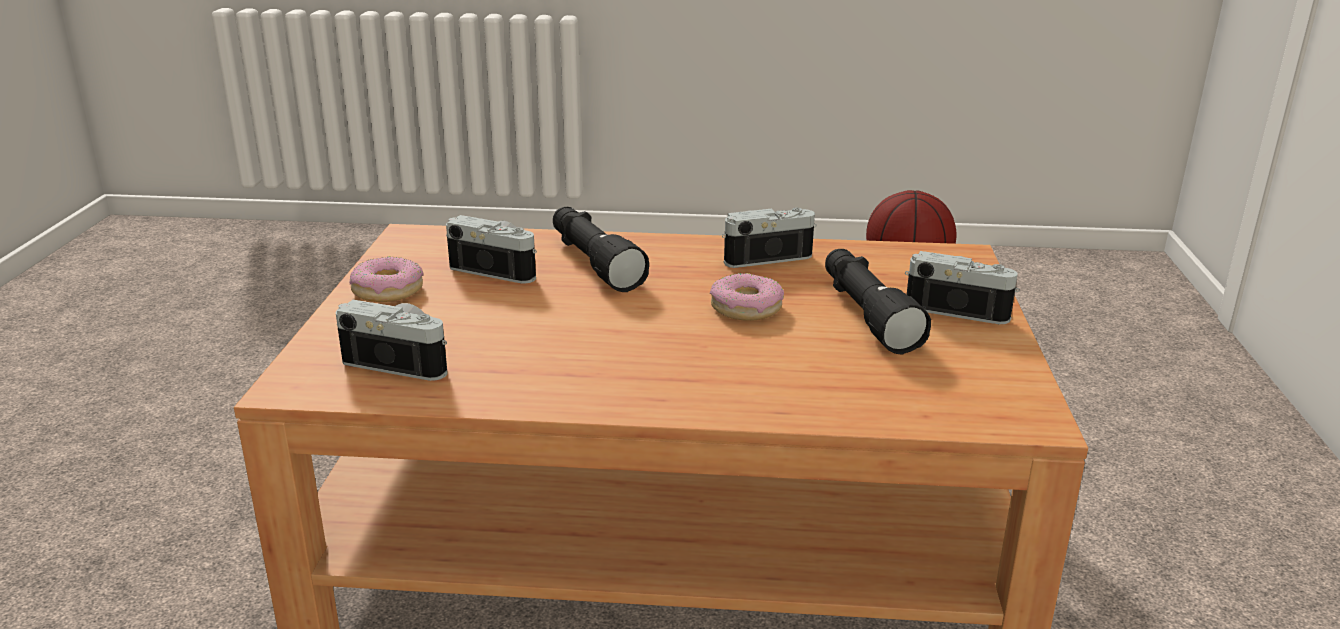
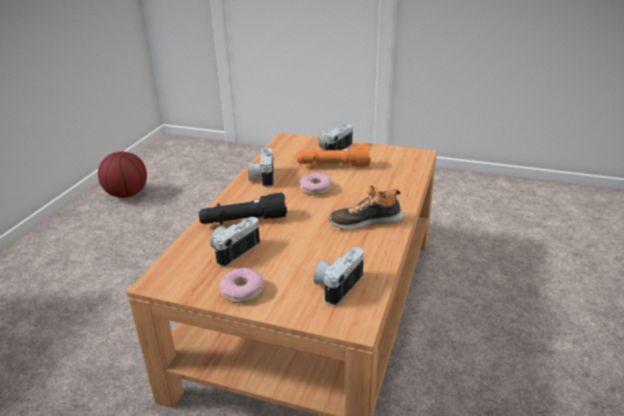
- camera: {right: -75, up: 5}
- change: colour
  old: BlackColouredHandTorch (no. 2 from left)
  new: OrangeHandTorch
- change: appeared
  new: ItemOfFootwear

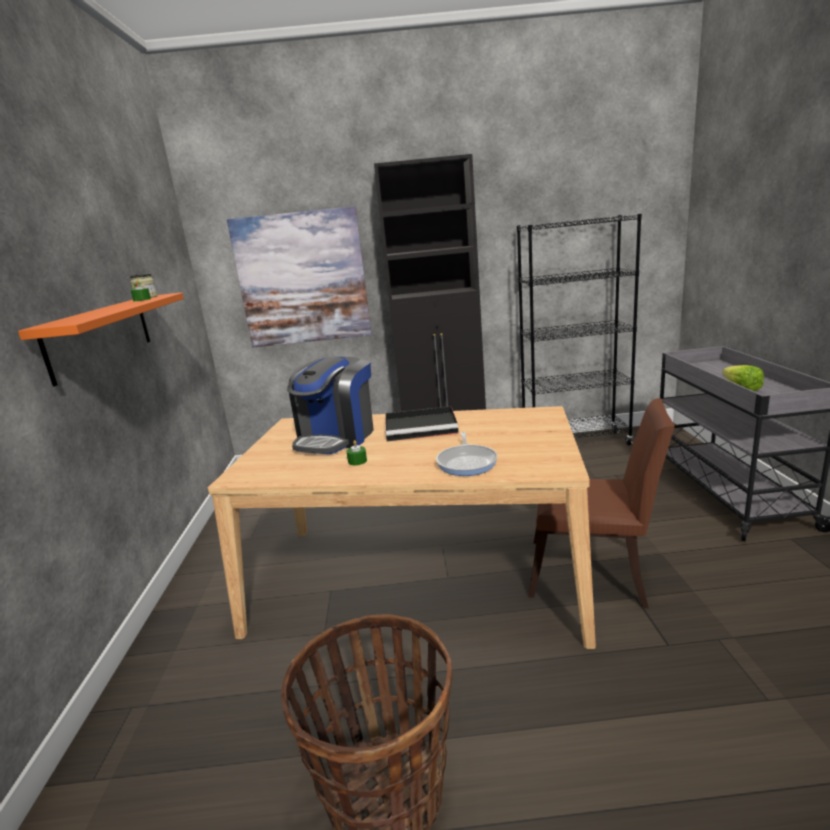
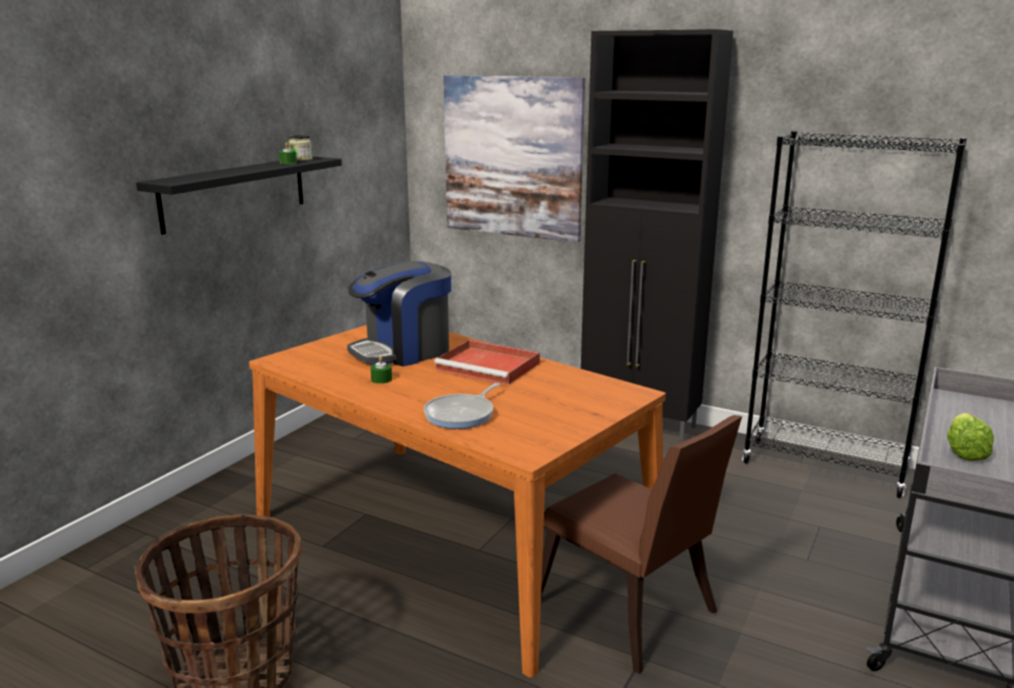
- camera: {right: 30, up: 0}
- change: colour
  old: OrangeBracketShelf
  new: BlackColouredBracketShelf
- change: colour
  old: BeigeKitchenTable
  new: OrangeKitchenTable
- change: colour
  old: BlackColouredServingTray
  new: RedServingTray

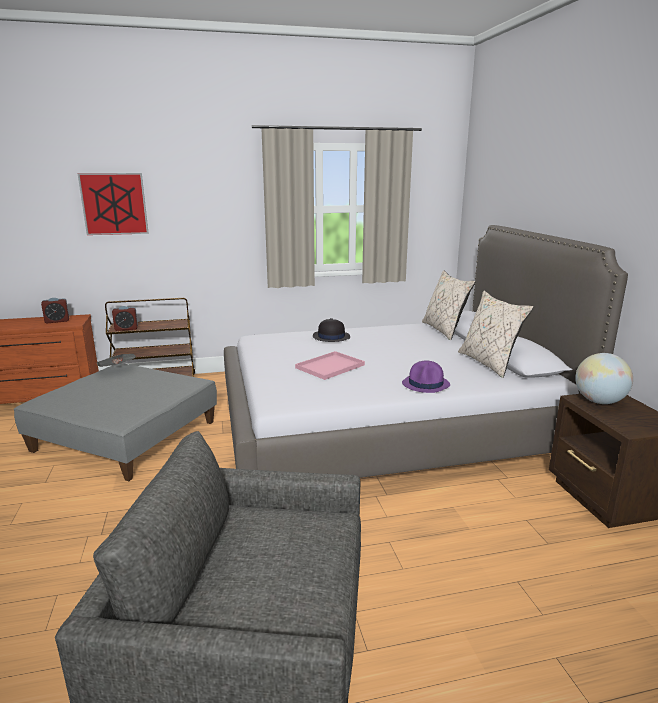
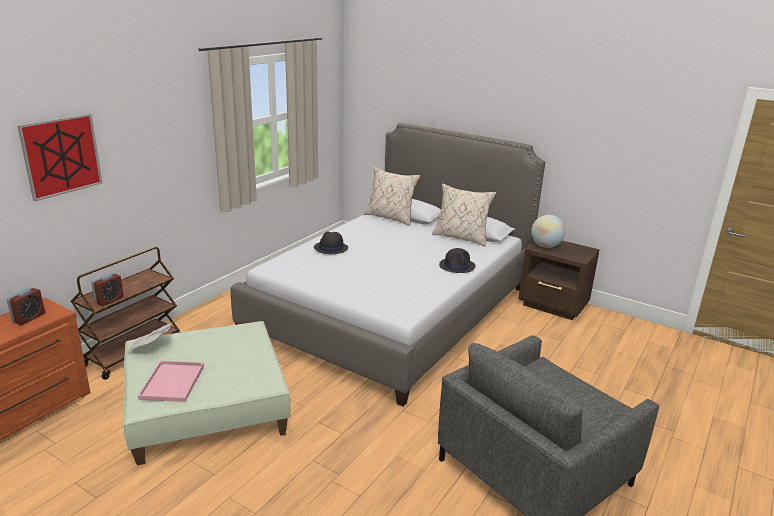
- camera: {right: -45, up: 5}
- change: colour
  old: GreyishPouffe
  new: GreenColouredPouffe
- change: relocated
  old: PinkishServingTray
- change: colour
  old: PurpleColouredWearableHat
  new: BlackColouredWearableHat (no. 2 from left)

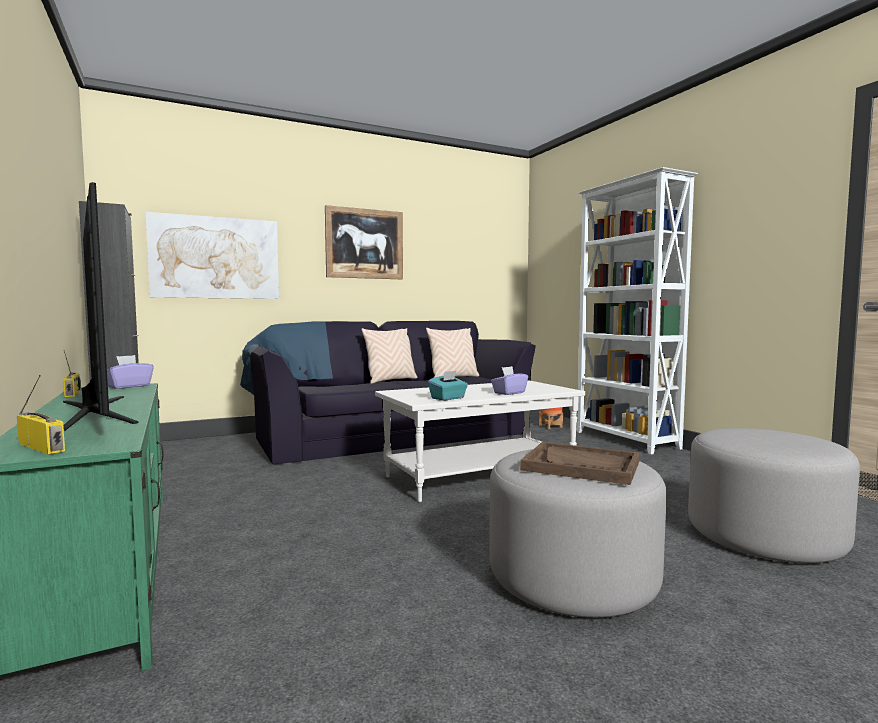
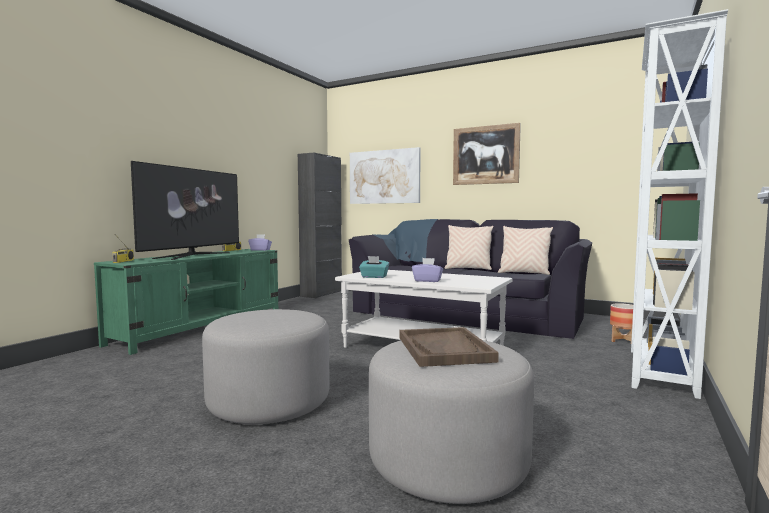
- camera: {right: 55, up: 0}
- change: relocated
  old: BrownServingTray

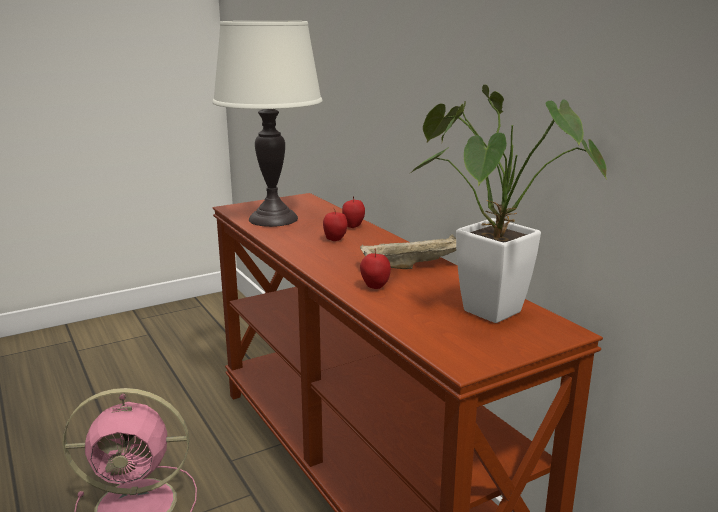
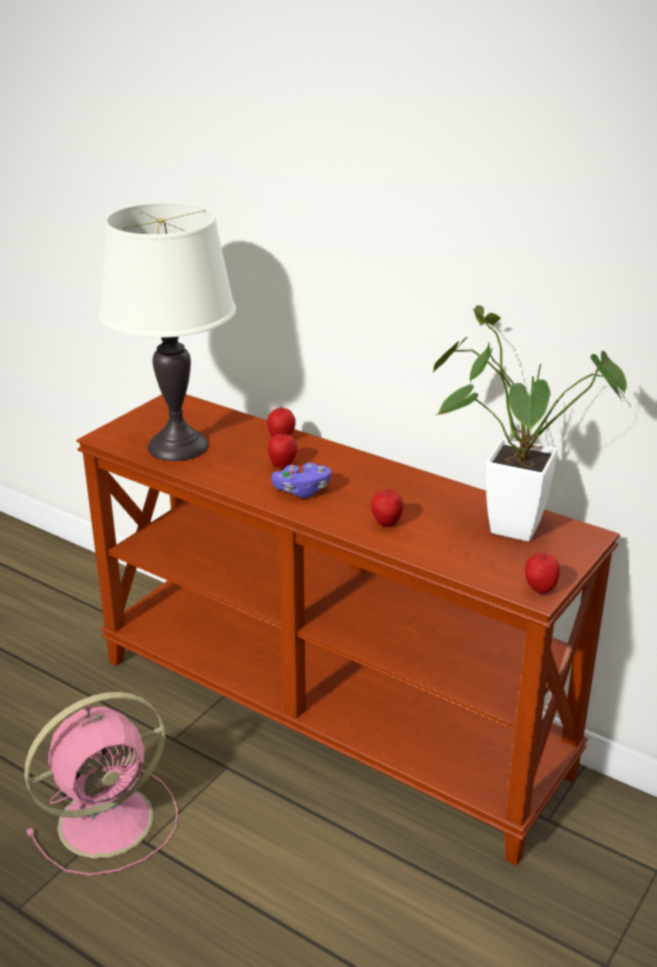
- camera: {right: -25, up: 10}
- change: appeared
  new: PurpleColouredGameController
- change: appeared
  new: Apple (no. 4 from left)
- change: missing
  old: BeigeServingTray

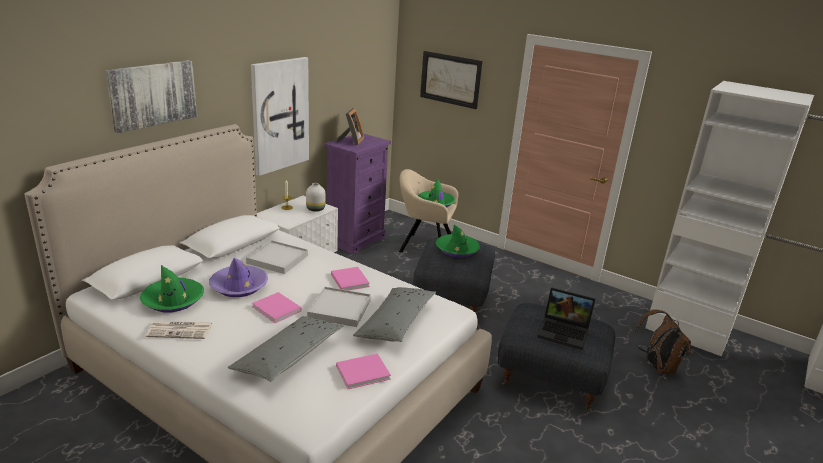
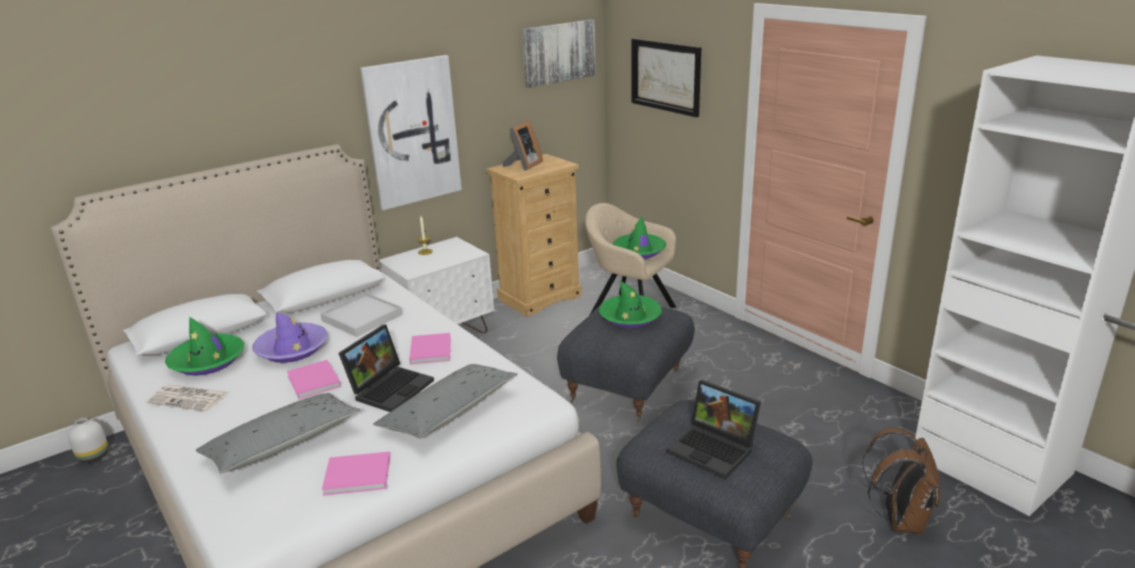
- camera: {right: 20, up: 0}
- change: relocated
  old: WhitishVase
- change: exchanged
  old: WhitishServingTray (no. 2 from left)
  new: PortableComputer (no. 1 from left)
- change: colour
  old: PurpleColouredChestOfDrawers
  new: BeigeChestOfDrawers
- change: relocated
  old: WallPicture (no. 1 from left in the first image)
  new: WallPicture (no. 2 from left)

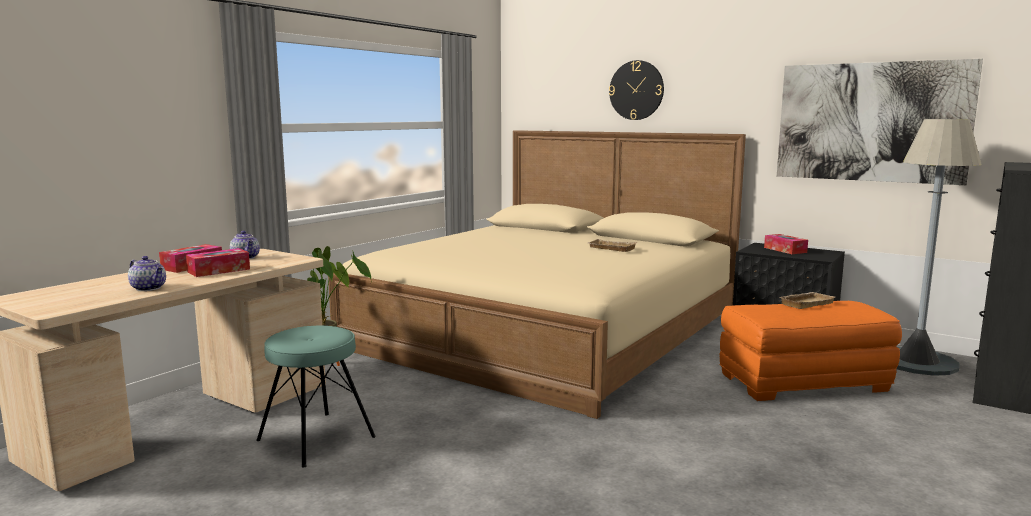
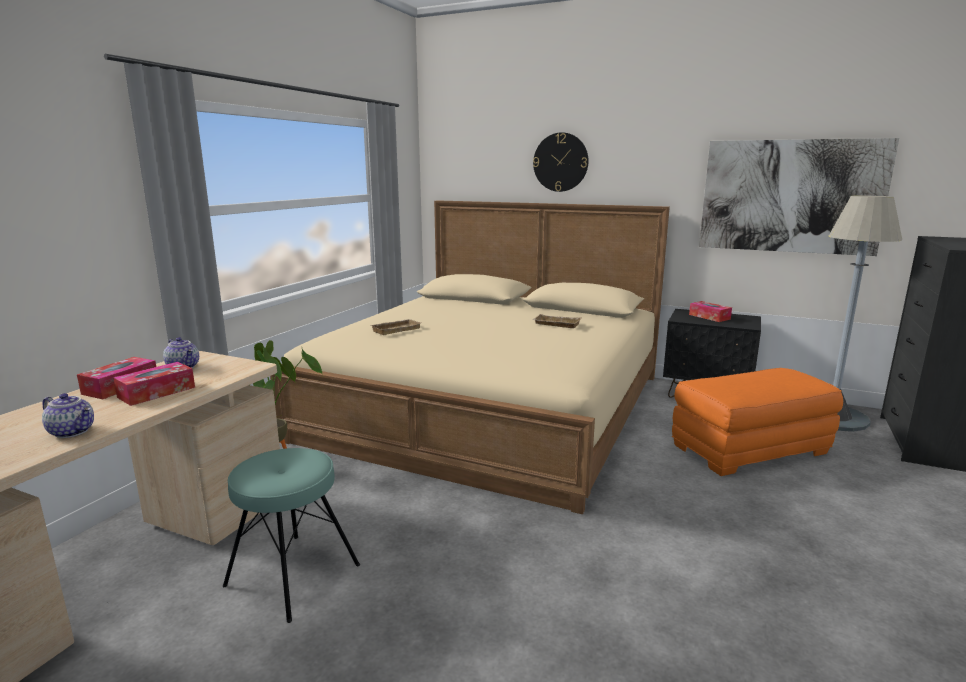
- camera: {right: -10, up: 5}
- change: relocated
  old: BeigeServingTray (no. 2 from left in the first image)
  new: BeigeServingTray (no. 1 from left)

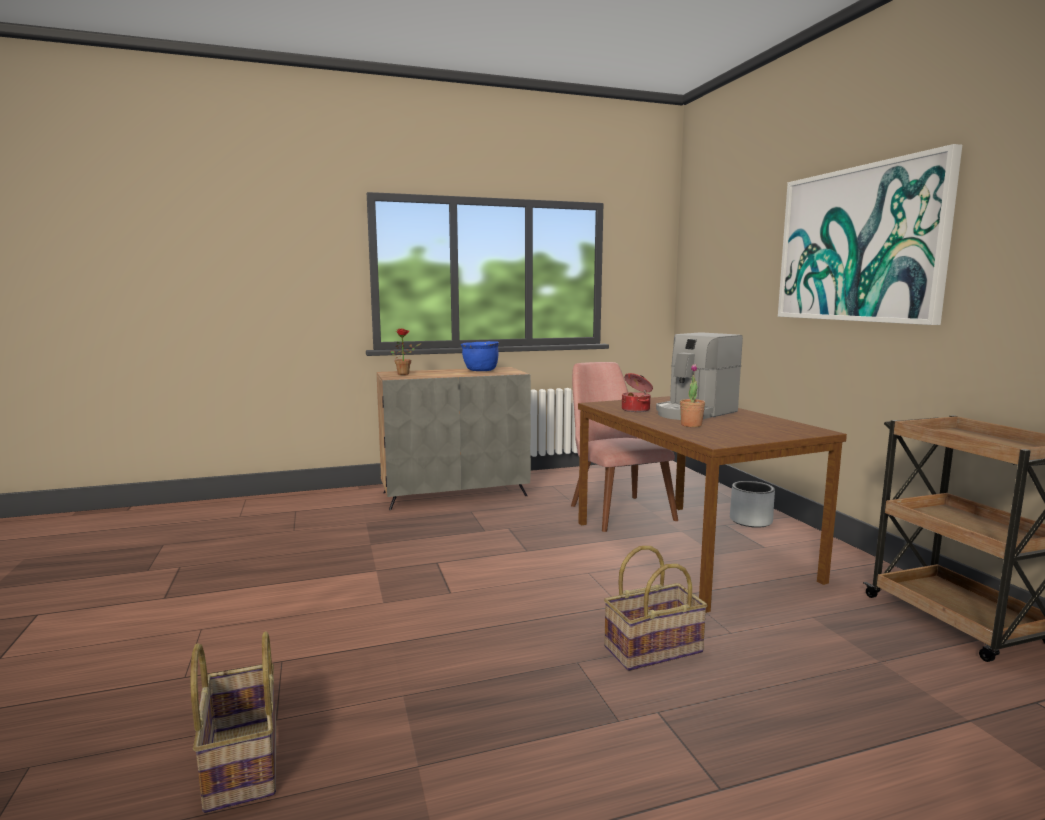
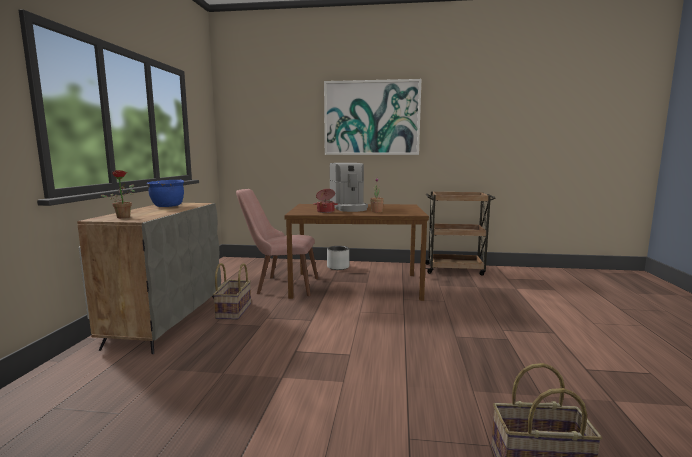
- camera: {right: -65, up: 0}
- change: relocated
  old: StorageBasket (no. 2 from left in the first image)
  new: StorageBasket (no. 1 from left)

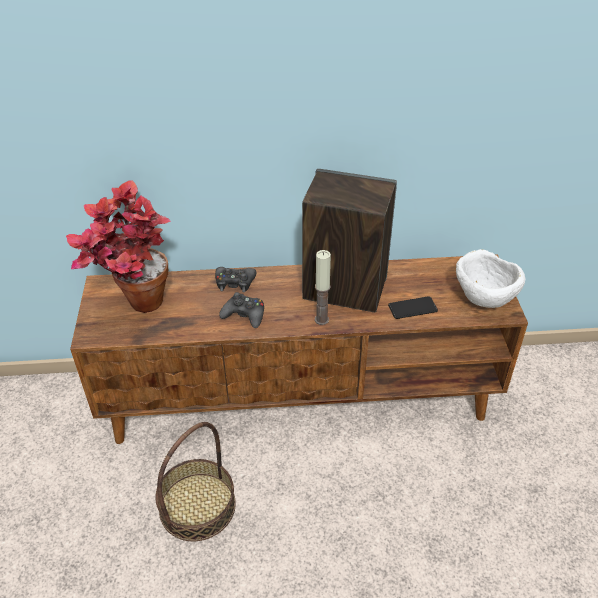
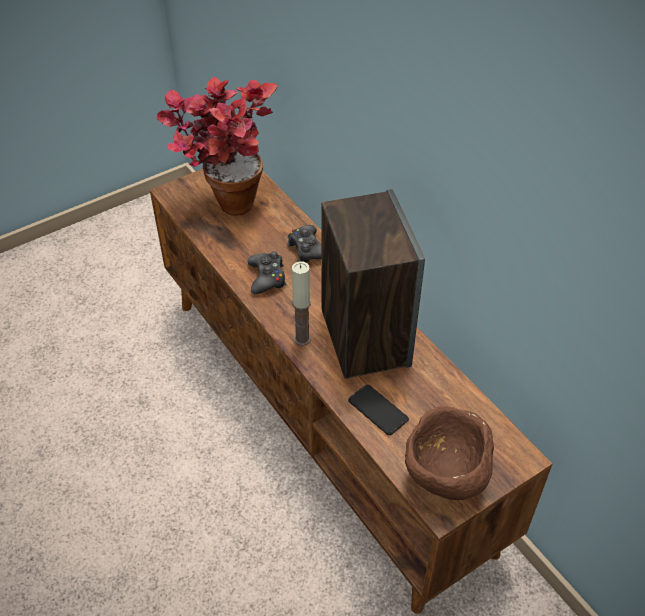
- camera: {right: 60, up: 5}
- change: colour
  old: WhitishServingBowl
  new: BrownServingBowl
- change: missing
  old: StorageBasket

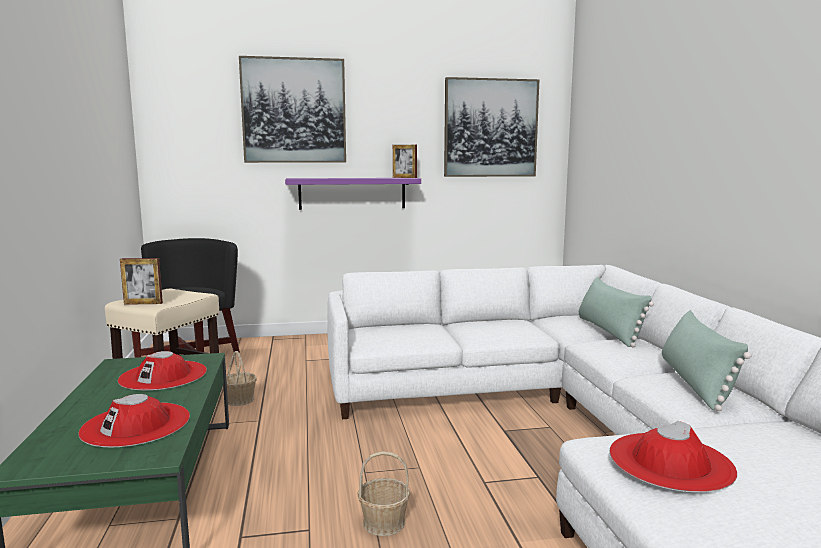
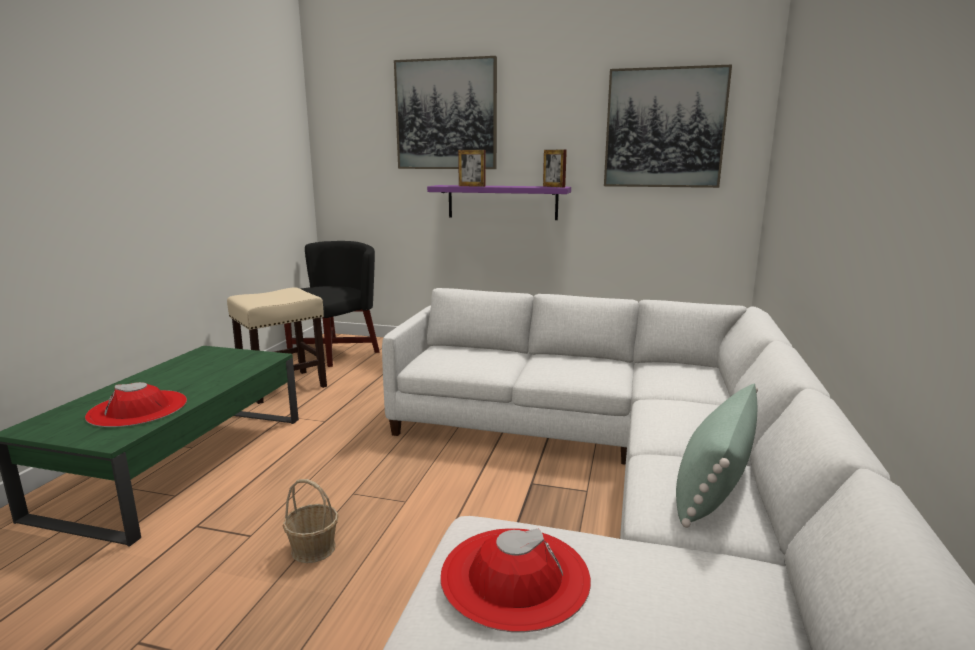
- camera: {right: 25, up: 5}
- change: relocated
  old: PictureFrame (no. 1 from left)
- change: missing
  old: RedWearableHat (no. 2 from left)
- change: missing
  old: StorageBasket (no. 1 from left)
- change: missing
  old: GreenColouredCushion (no. 1 from left)

